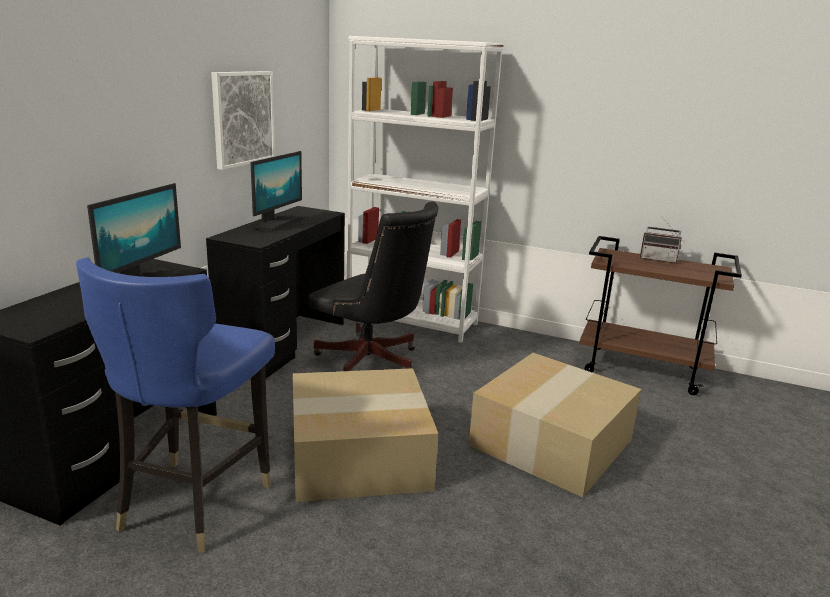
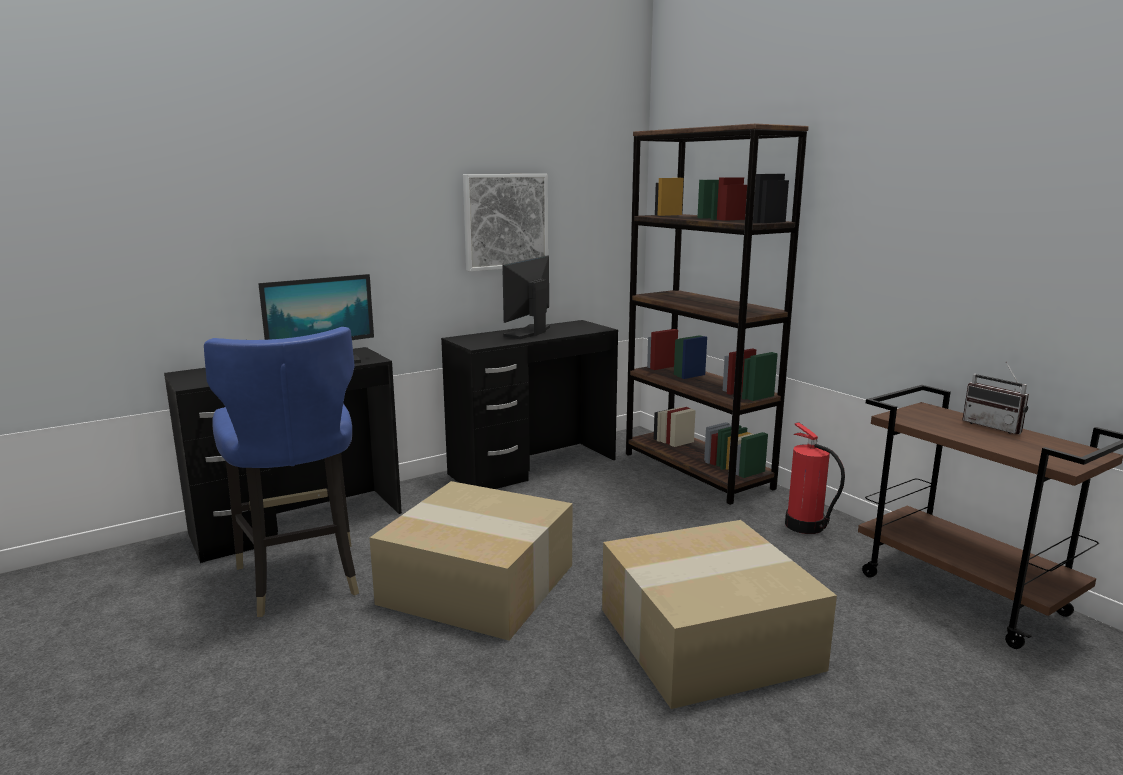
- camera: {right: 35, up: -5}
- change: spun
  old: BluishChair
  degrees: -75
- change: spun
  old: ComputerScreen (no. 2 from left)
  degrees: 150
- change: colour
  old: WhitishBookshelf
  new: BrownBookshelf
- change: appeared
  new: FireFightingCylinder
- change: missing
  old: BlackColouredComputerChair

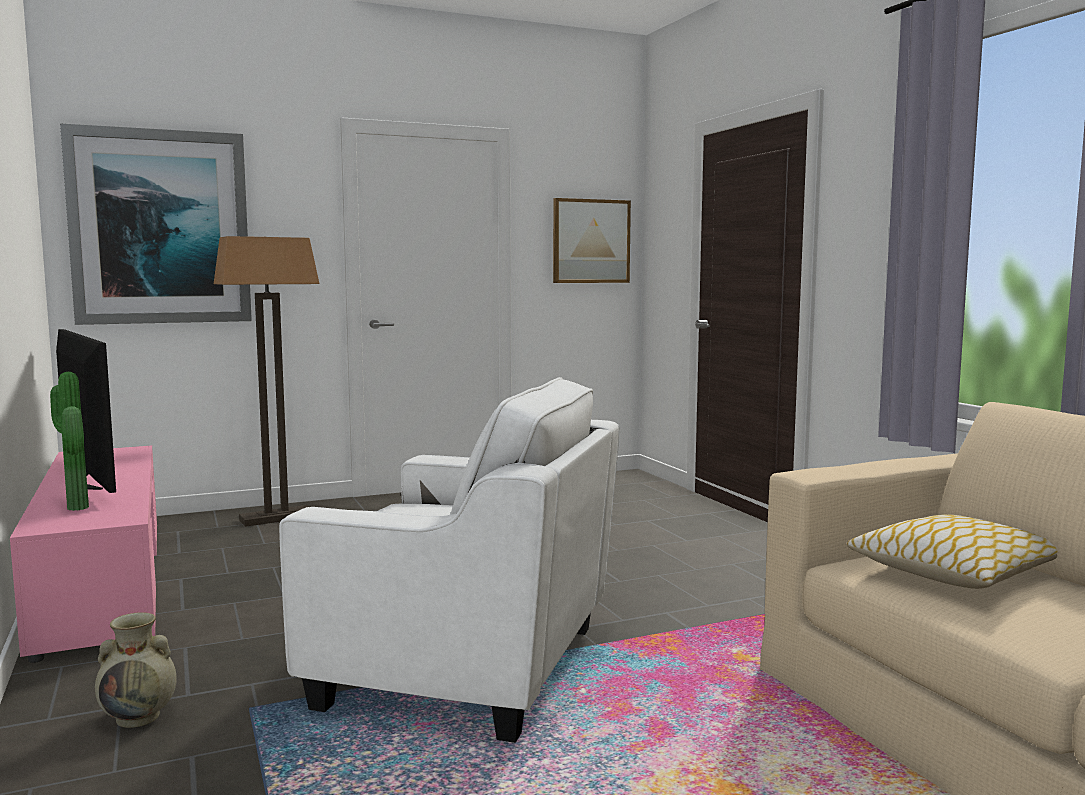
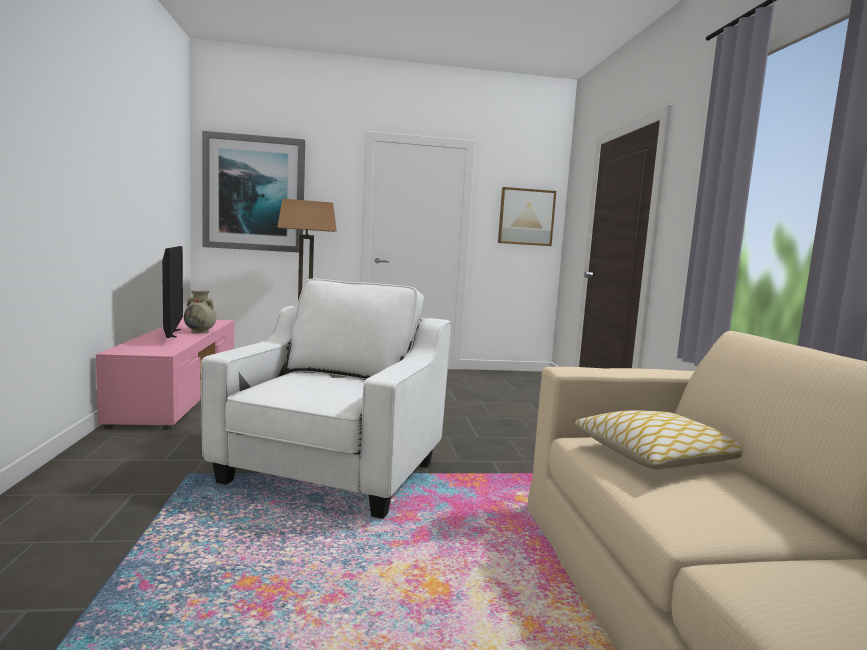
- camera: {right: 15, up: 0}
- change: relocated
  old: BeigeVase
- change: spun
  old: WhitishEasyChair
  degrees: -105
- change: missing
  old: PlantInAPot

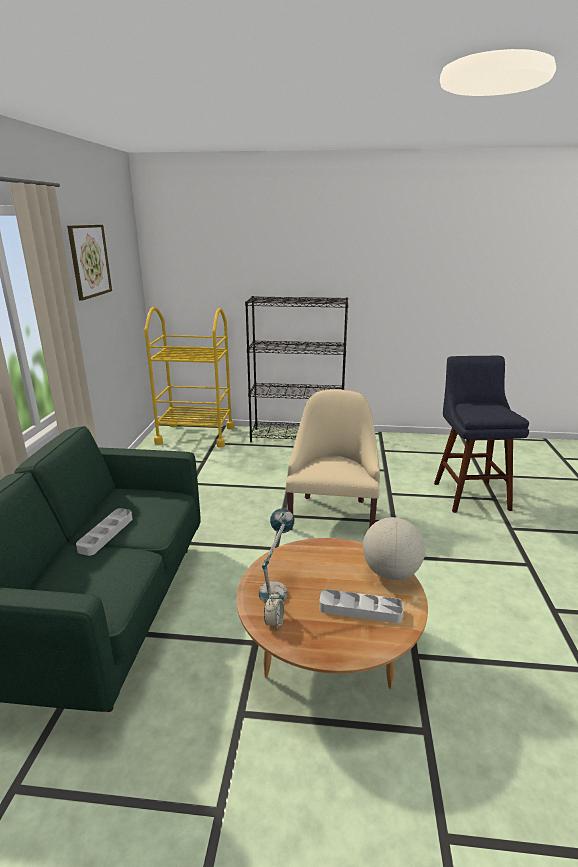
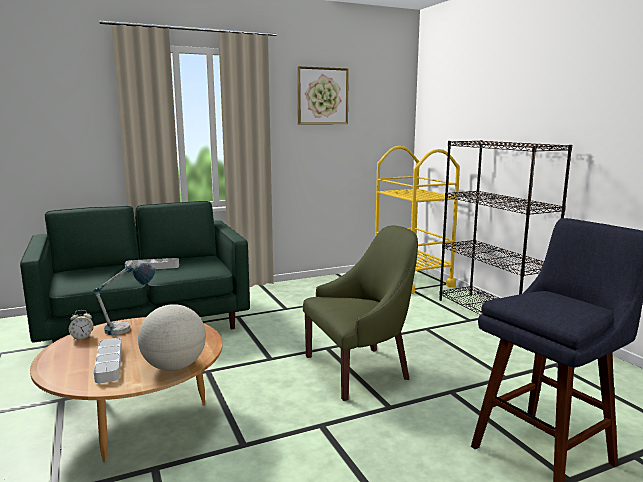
- camera: {right: 60, up: -10}
- change: colour
  old: BeigeEasyChair
  new: GreenColouredEasyChair

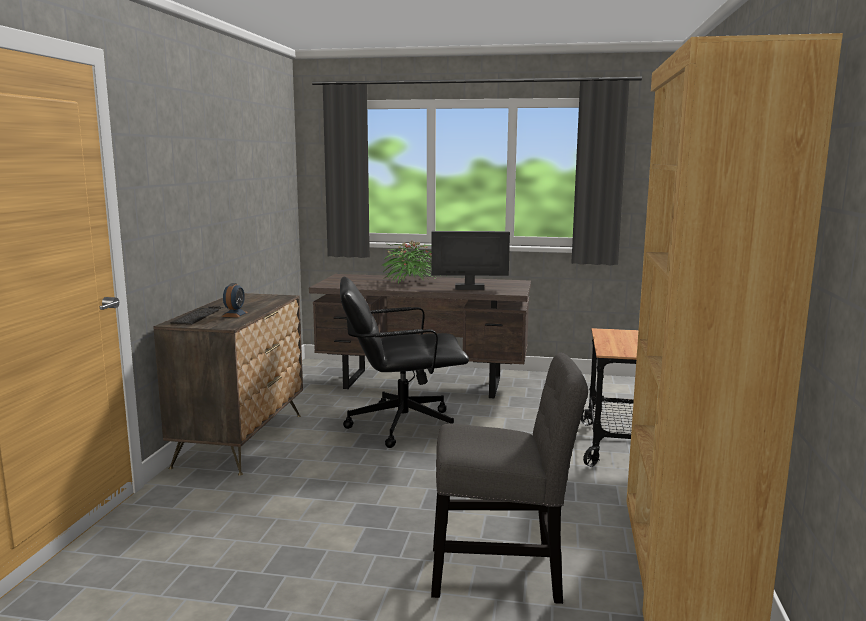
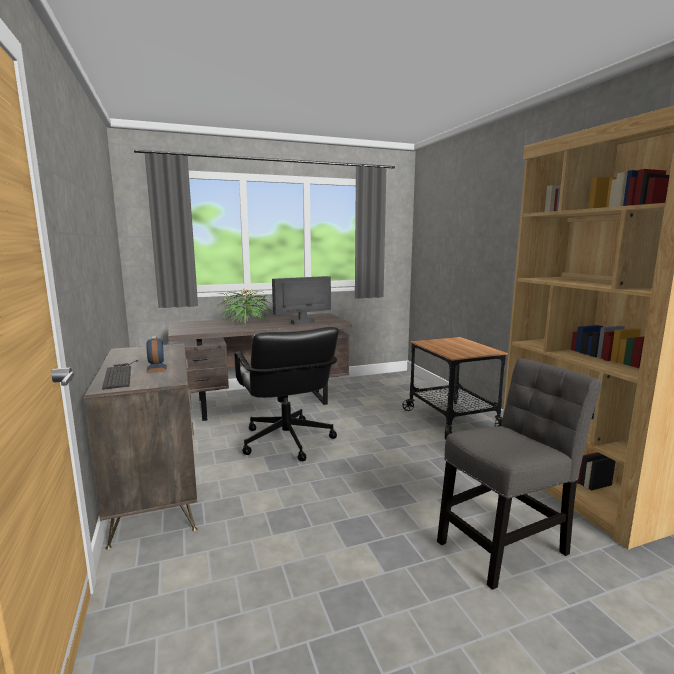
- camera: {right: -30, up: 0}
- change: spun
  old: BlackColouredComputerChair
  degrees: -75

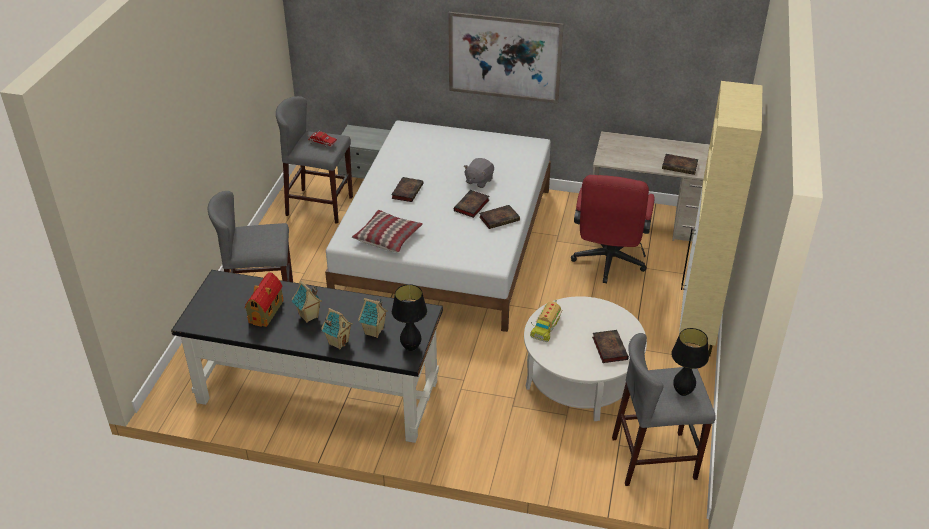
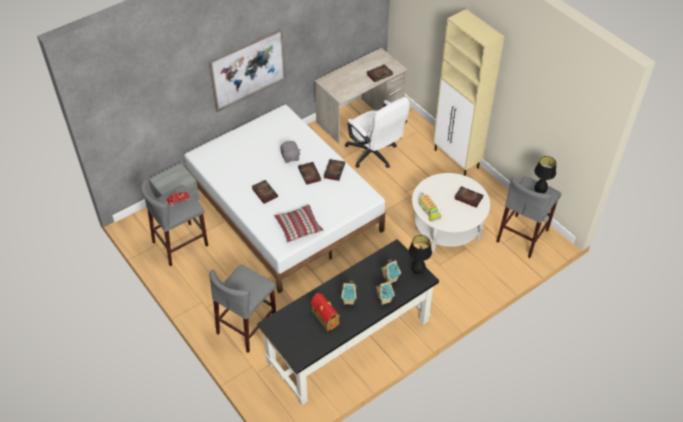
- camera: {right: -50, up: 10}
- change: colour
  old: RedComputerChair
  new: WhitishComputerChair

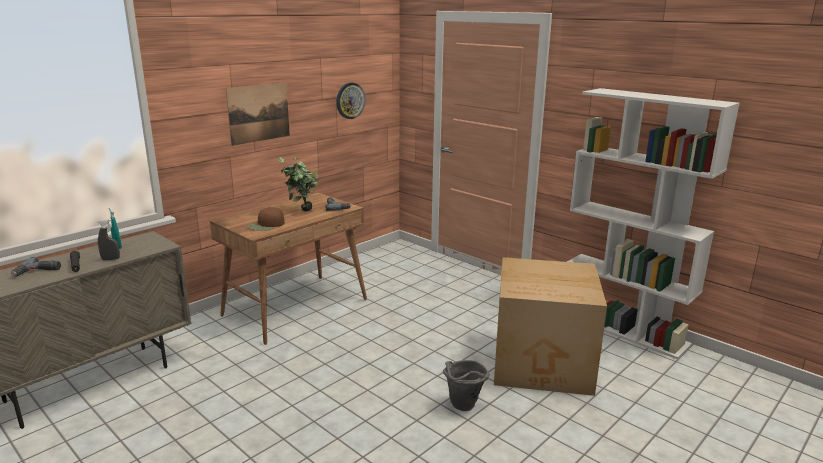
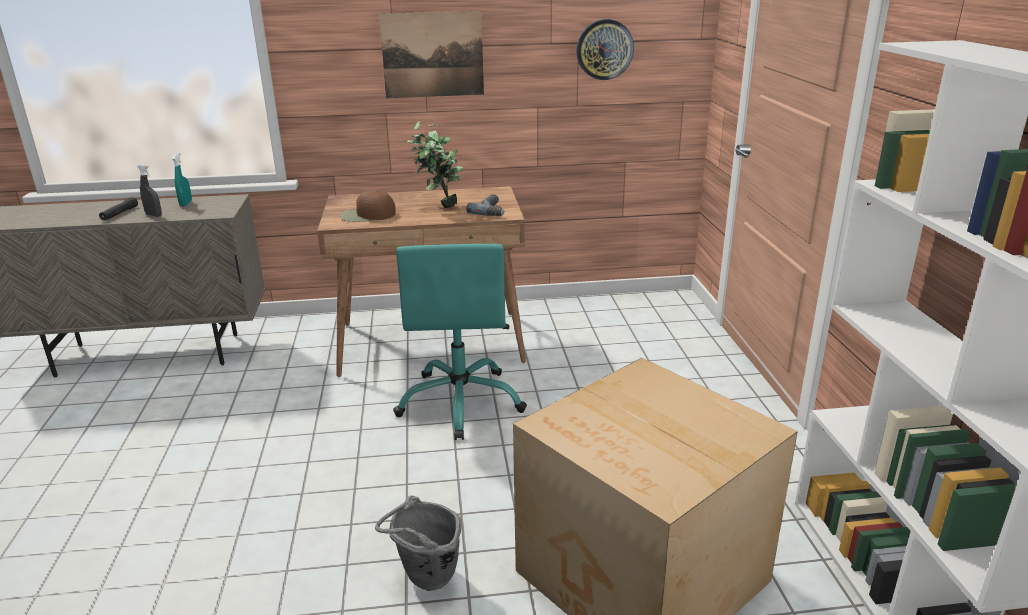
- camera: {right: 40, up: 5}
- change: appeared
  new: TurquoiseColouredComputerChair
- change: missing
  old: ElectricDrill (no. 1 from left)

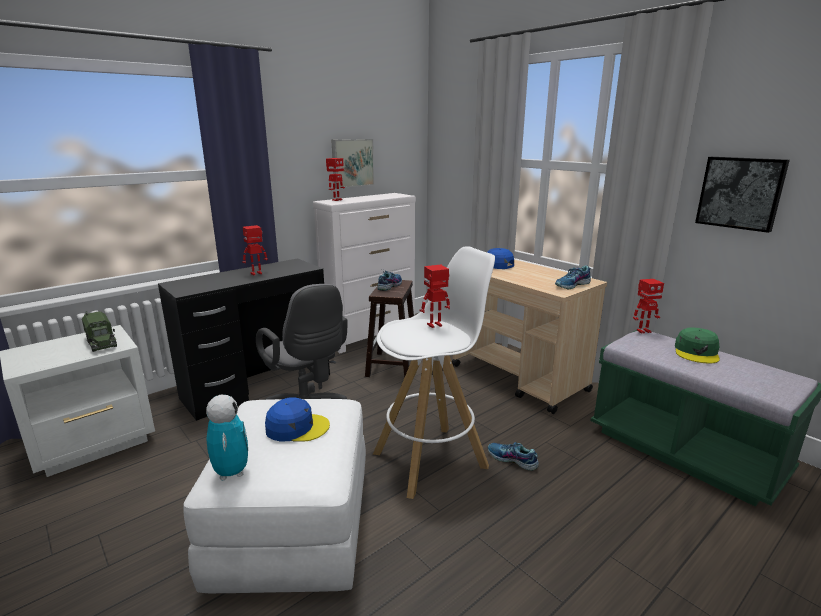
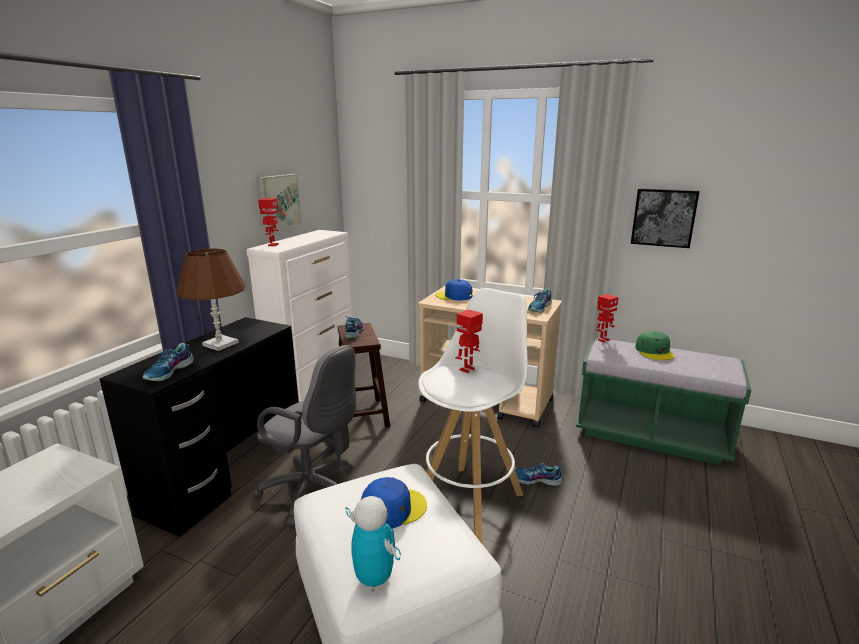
- camera: {right: -25, up: 0}
- change: appeared
  new: ItemOfFootwear (no. 1 from left)
- change: exchanged
  old: ToyRobot (no. 2 from left)
  new: BrownTabletopLamp
- change: missing
  old: ToyLorry

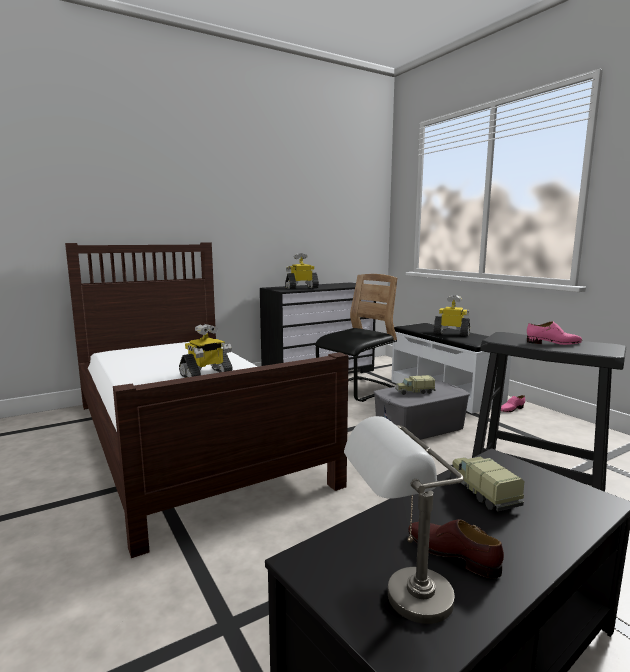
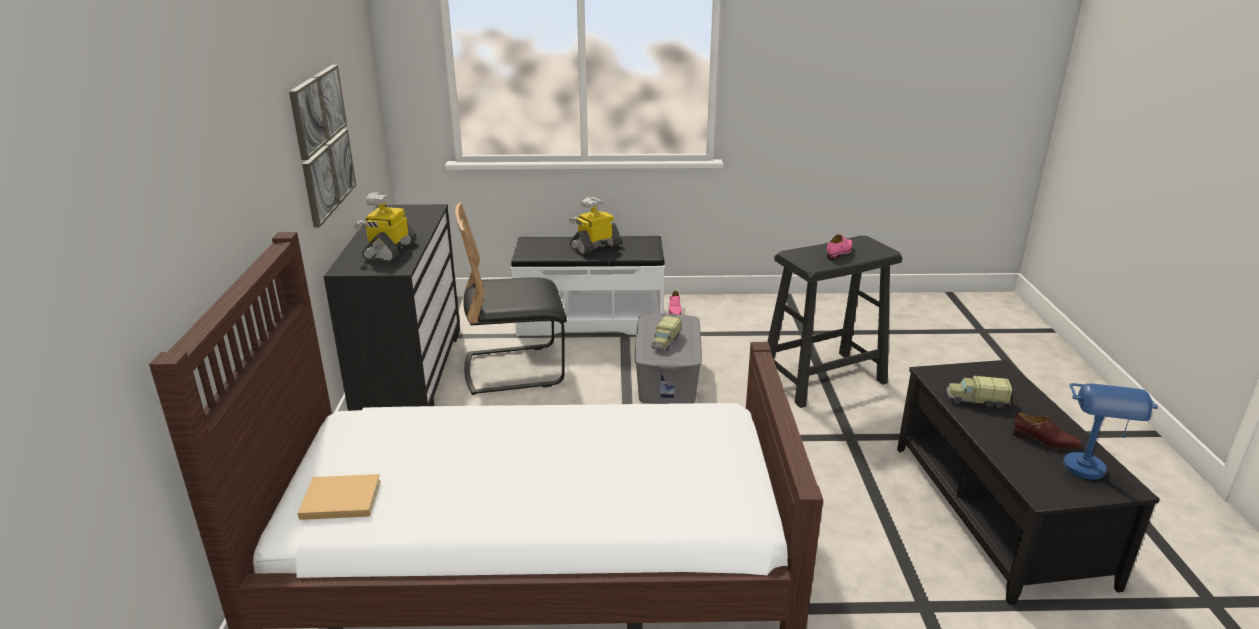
- camera: {right: -60, up: 15}
- change: appeared
  new: WallPicture
- change: appeared
  new: BeigeBook
- change: spun
  old: BlackColouredChair
  degrees: -90
- change: spun
  old: BrownItemOfFootwear
  degrees: -135
- change: colour
  old: GreyishTabletopLamp
  new: BluishTabletopLamp
- change: missing
  old: ToyRobot (no. 1 from left)

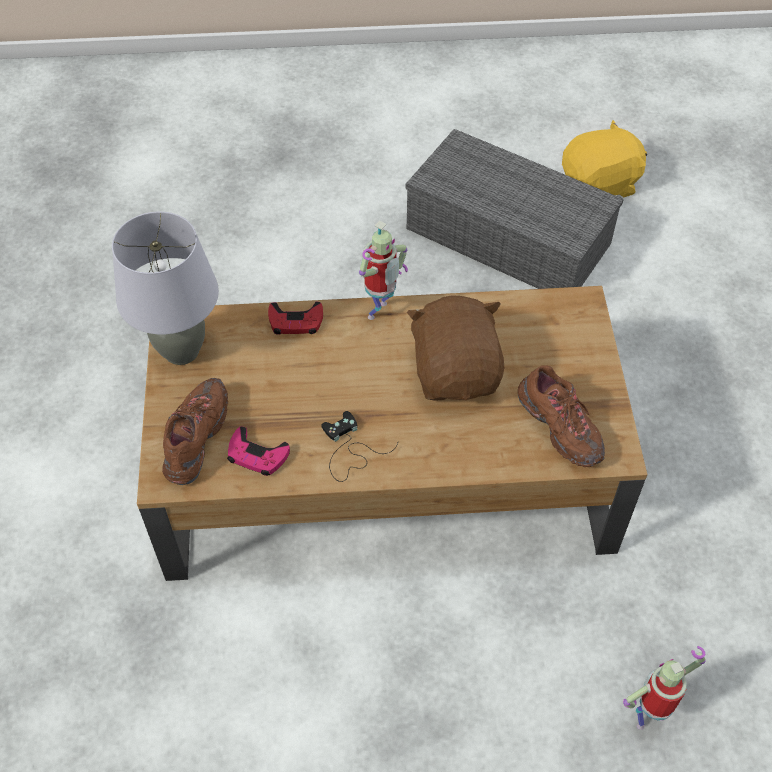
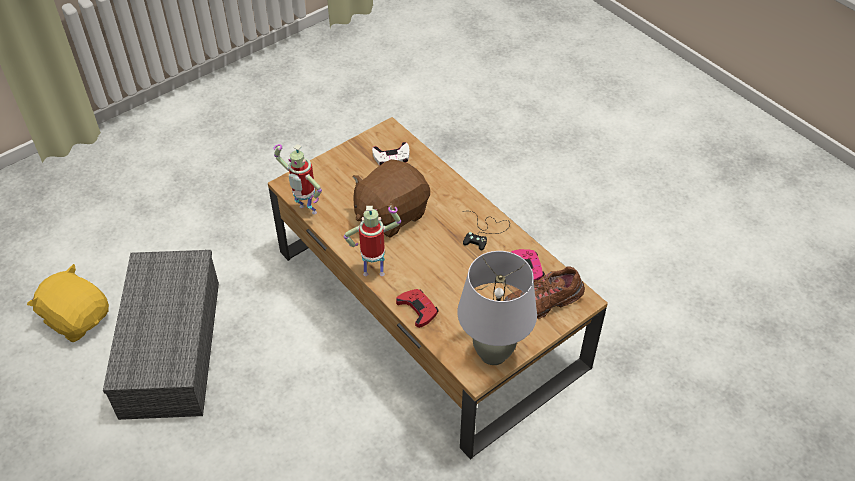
- camera: {right: -125, up: -5}
- change: relocated
  old: ToyRobot (no. 2 from left in the first image)
  new: ToyRobot (no. 1 from left)
- change: exchanged
  old: BrownItemOfFootwear (no. 2 from left)
  new: WhitishGameController

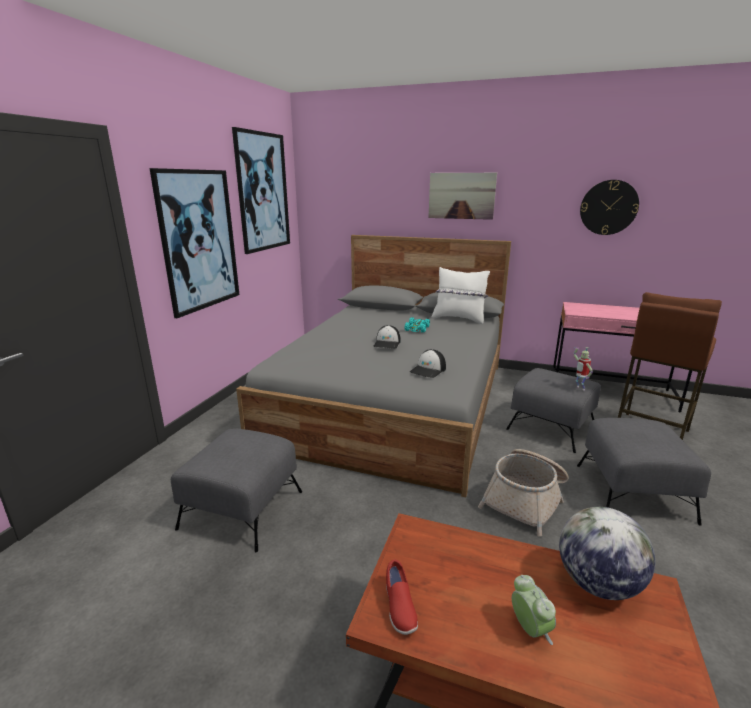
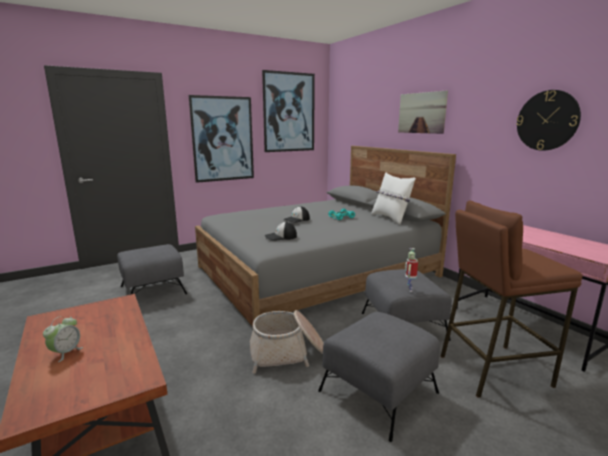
- camera: {right: 40, up: -5}
- change: missing
  old: RedItemOfFootwear
- change: missing
  old: WorldGlobe

